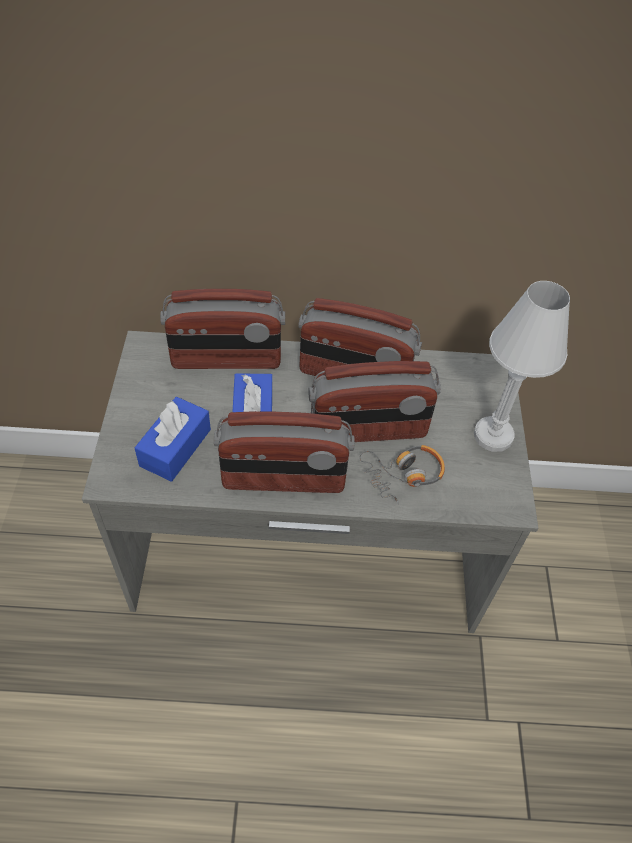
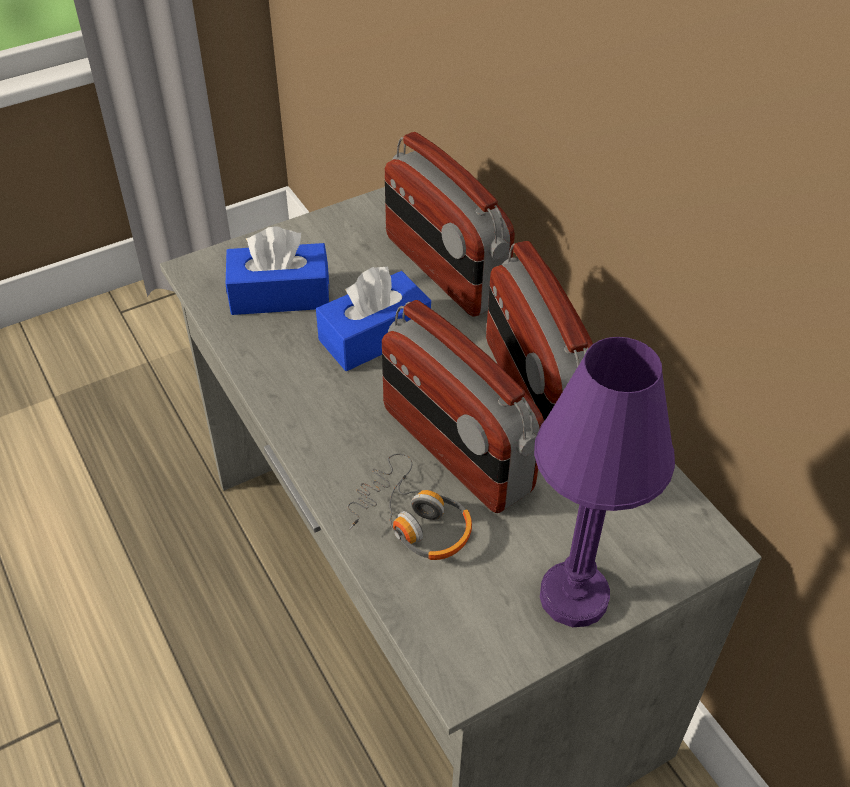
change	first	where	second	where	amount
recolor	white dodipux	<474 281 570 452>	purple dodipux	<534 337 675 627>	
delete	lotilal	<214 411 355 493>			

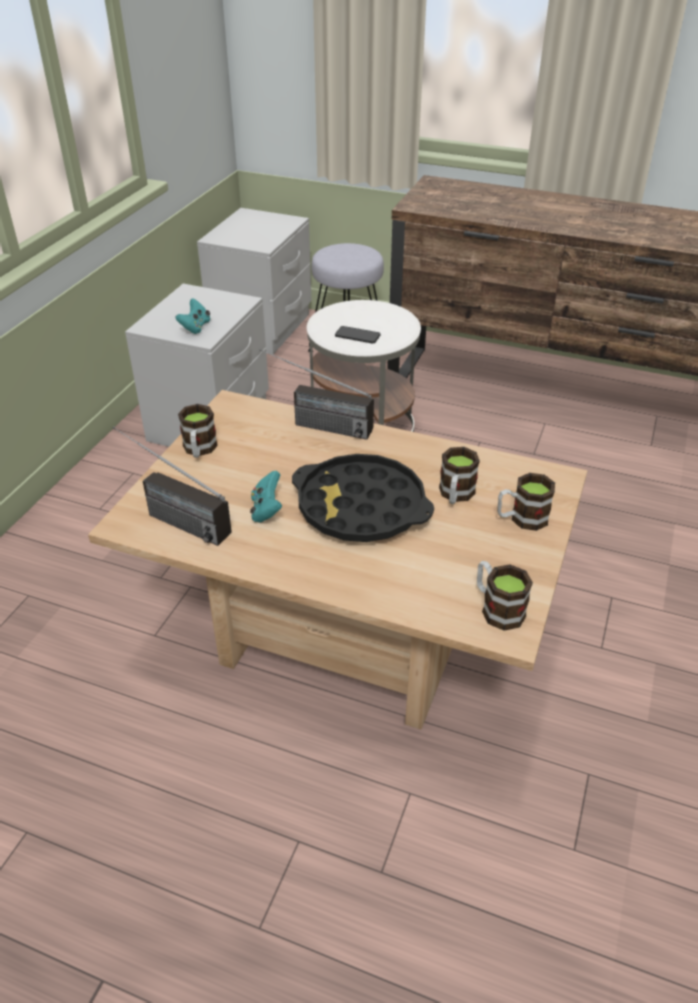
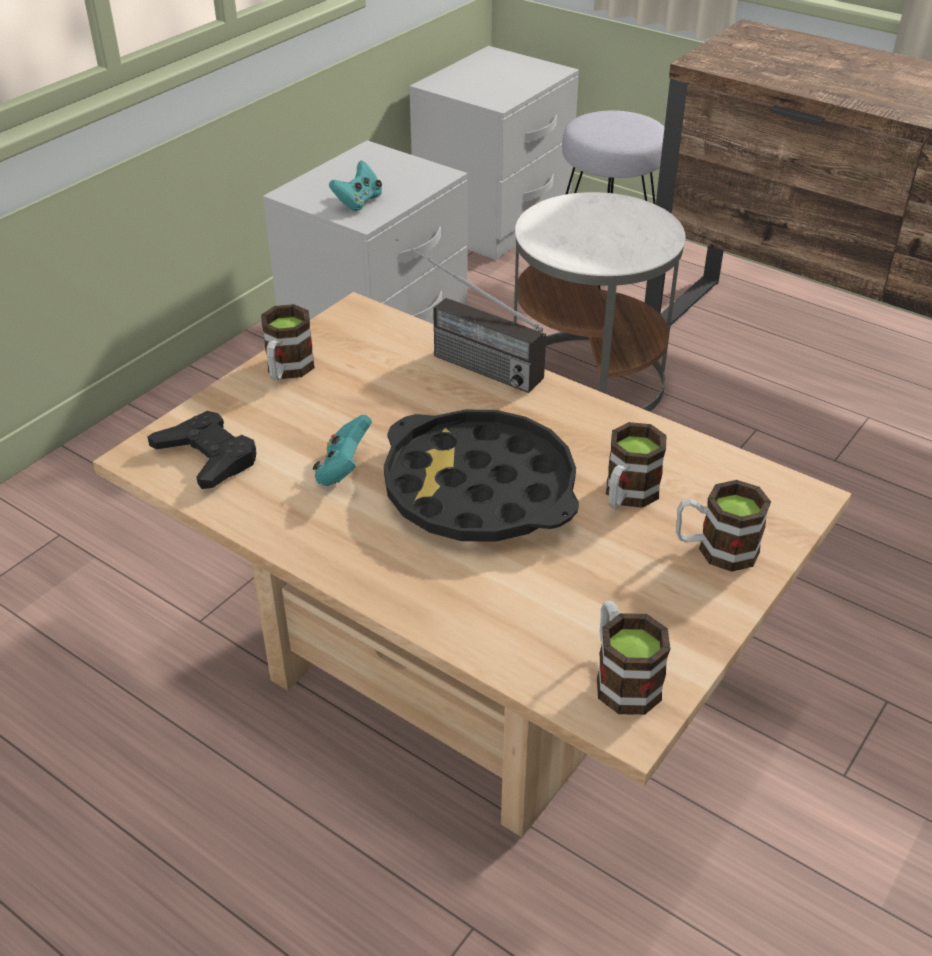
change	first	where	second	where	amount
delete	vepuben	<335 326 381 343>			
replace	lotilal	<113 427 232 546>	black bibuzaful	<147 411 256 489>	

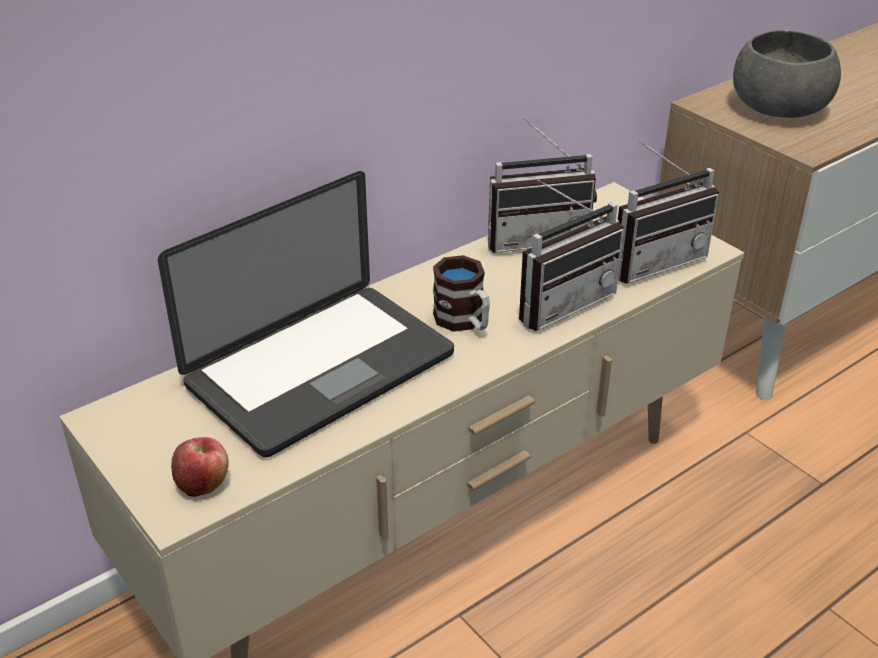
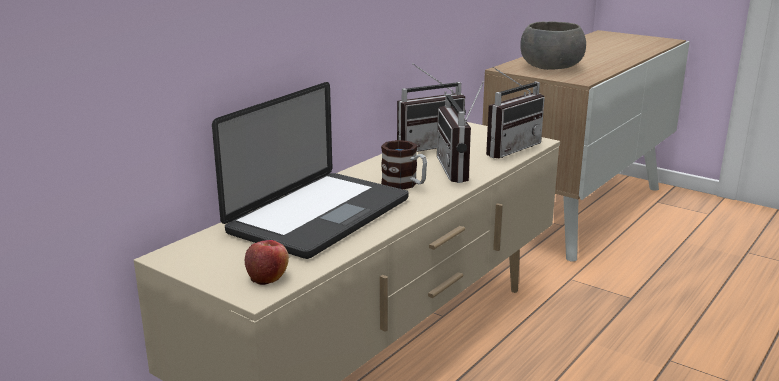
change	first	where	second	where	amount
rotate	lotilal	<519 180 624 331>		<437 81 484 183>	135 degrees clockwise

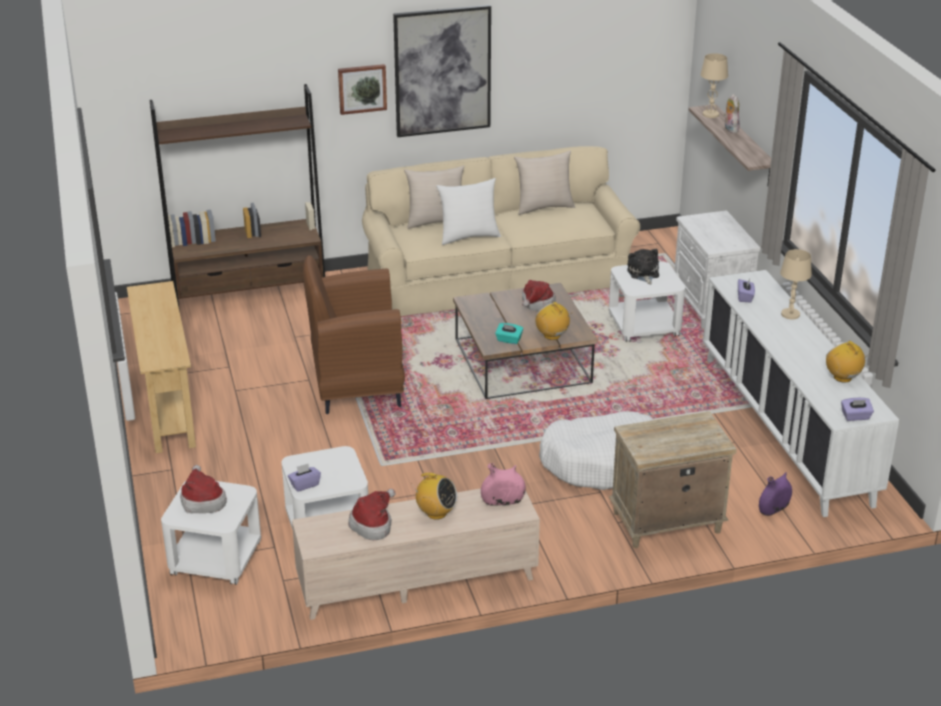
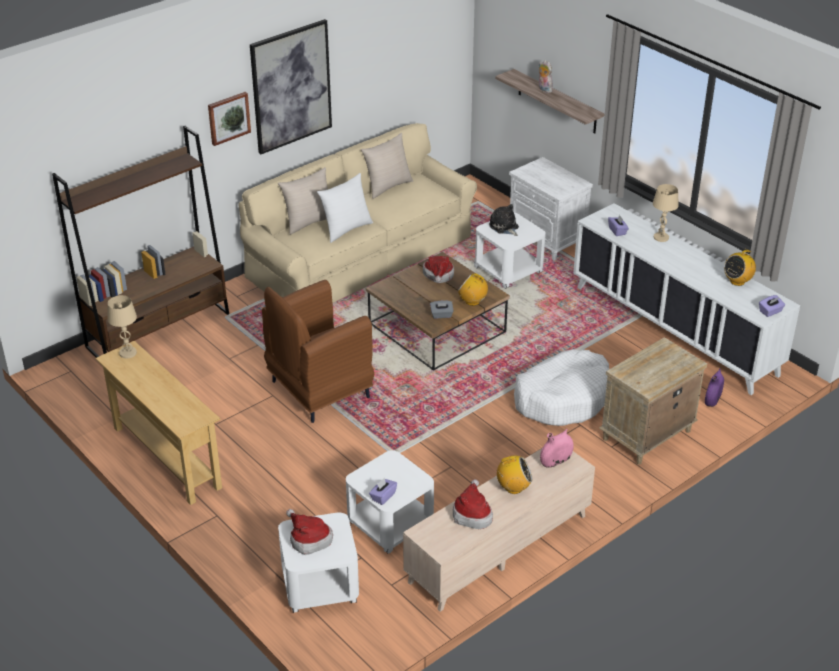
change	first	where	second	where	amount
move	beige dodipux	<700 53 728 118>		<107 295 137 358>	
recolor	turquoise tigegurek	<495 323 523 344>	grey tigegurek	<430 301 454 319>	
rotate	lotilal	<826 341 869 383>		<724 248 756 286>	75 degrees counterclockwise

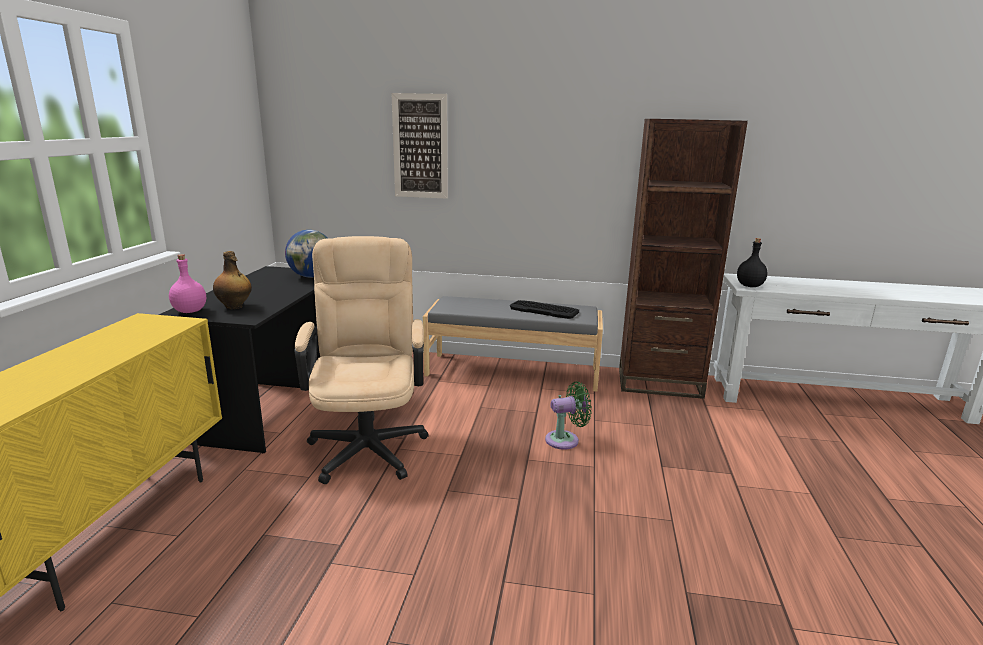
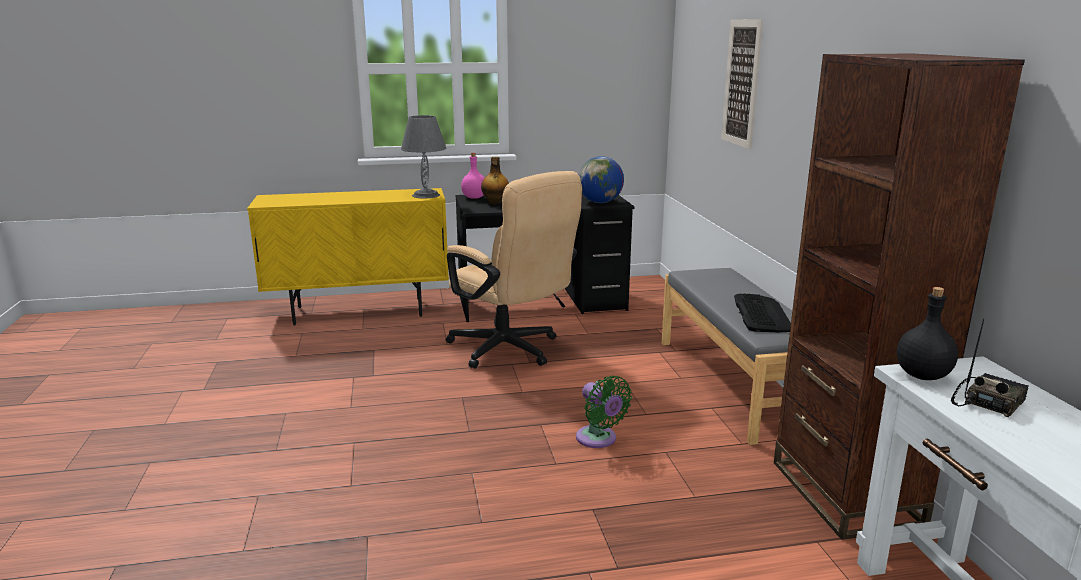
change	first	where	second	where	amount
rotate	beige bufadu	<295 236 429 484>		<446 171 582 369>	75 degrees clockwise
insert			grey dodipux	<401 115 446 198>	
insert			lotilal	<951 319 1029 417>	

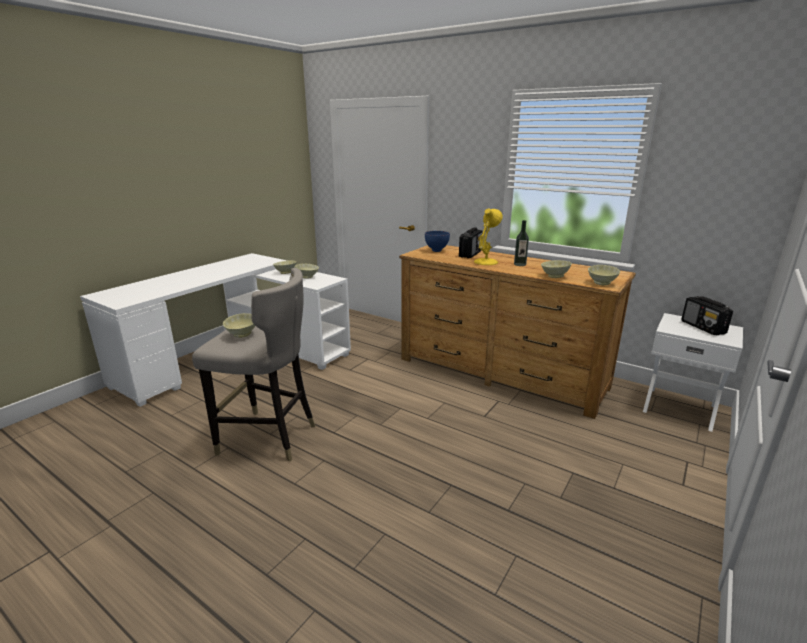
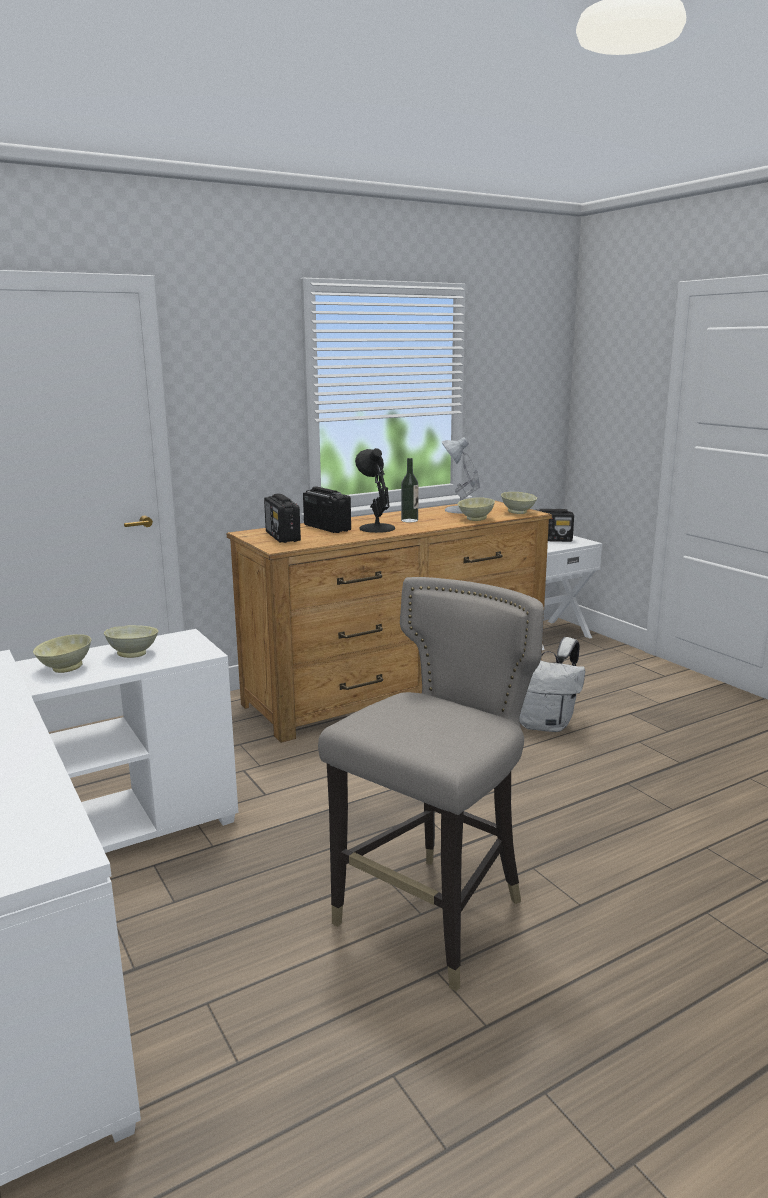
change	first	where	second	where	amount
recolor	yellow dodipux	<474 208 503 265>	black dodipux	<355 448 395 533>	
replace	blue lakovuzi	<425 231 450 252>	lotilal	<264 493 301 543>	
delete	beige lakovuzi	<223 313 255 338>			
insert			white dodipux	<442 437 480 514>	
insert			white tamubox	<519 637 585 732>	

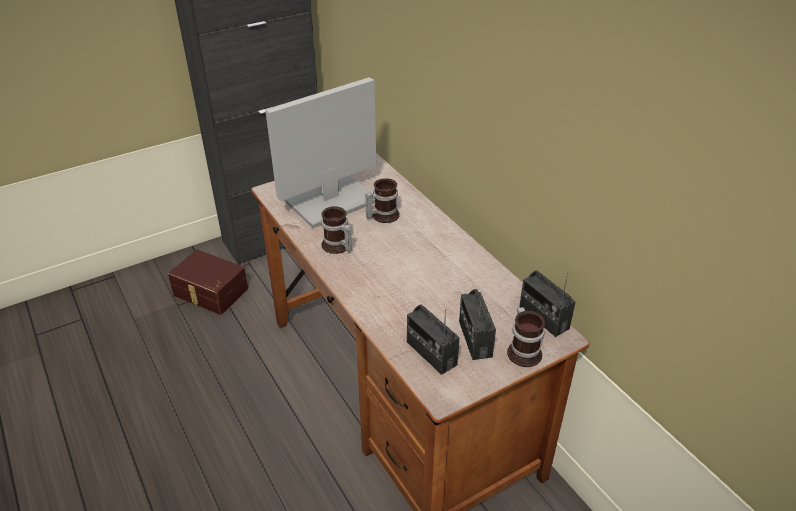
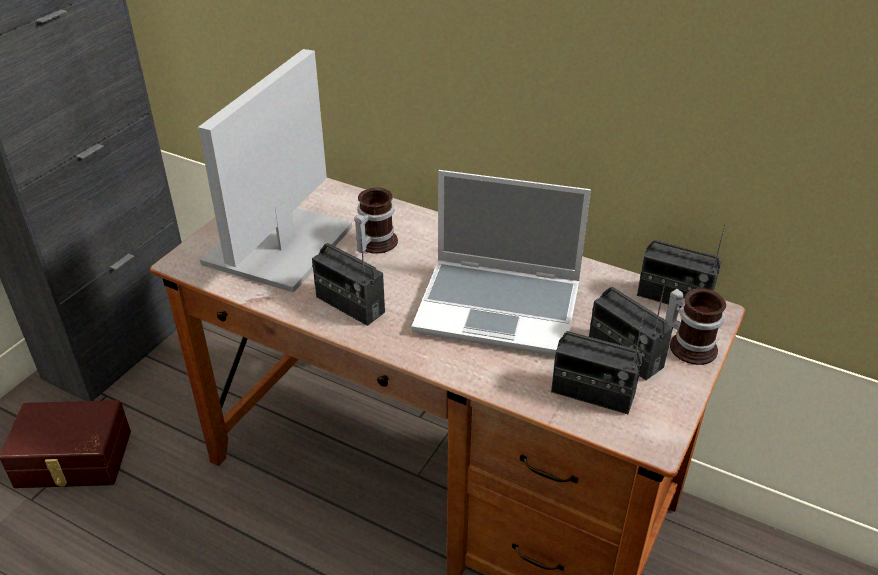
change	first	where	second	where	amount
replace	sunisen	<321 206 352 254>	lotilal	<312 234 385 326>	
insert			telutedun	<411 170 591 356>	

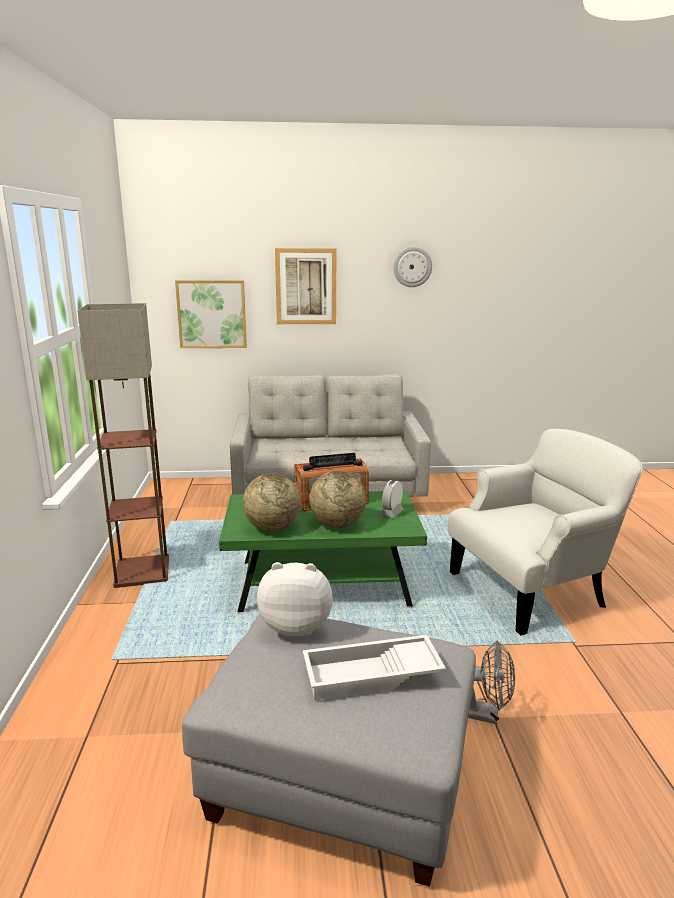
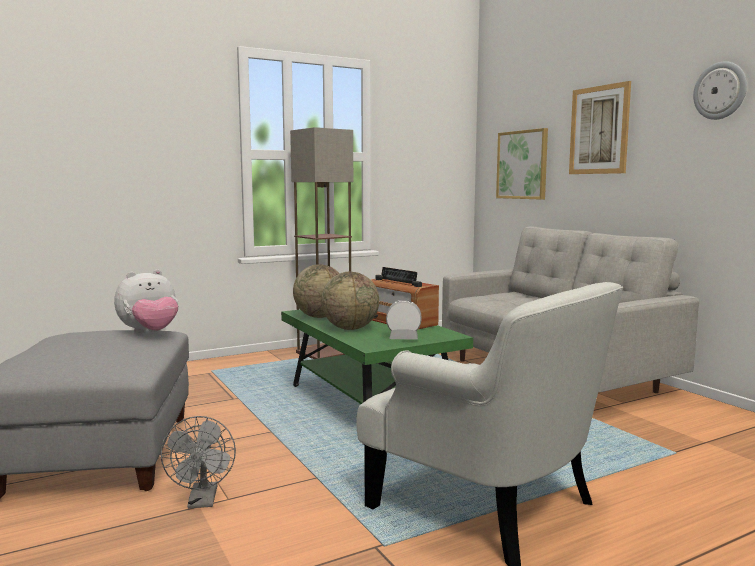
change	first	where	second	where	amount
rotate	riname	<257 562 333 637>		<114 269 178 334>	75 degrees clockwise
delete	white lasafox	<303 635 446 700>			

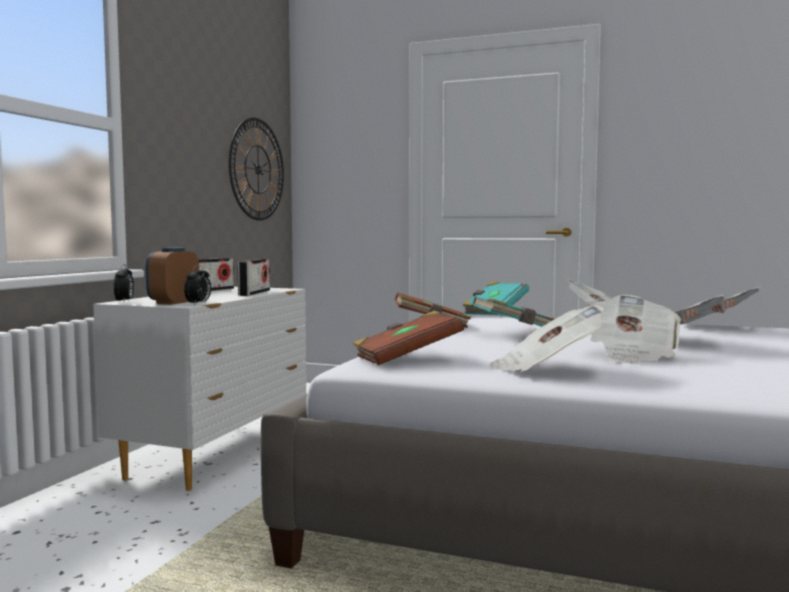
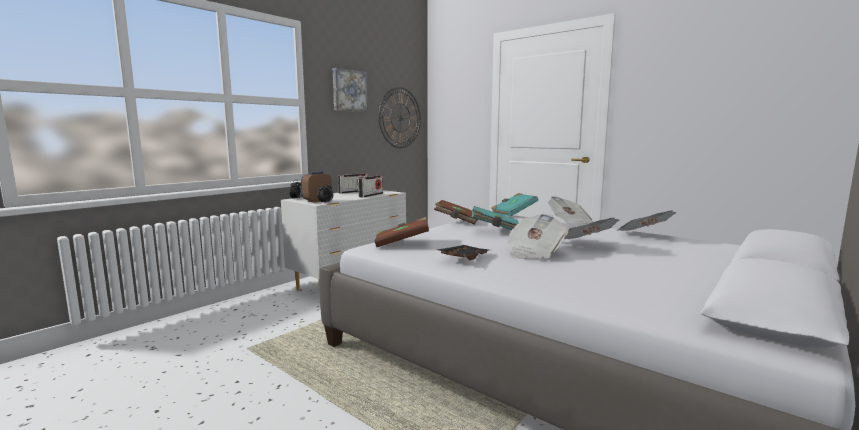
change	first	where	second	where	amount
replace	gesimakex	<490 306 605 371>	black lasafox	<436 245 490 260>	
insert			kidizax	<333 68 368 112>	

